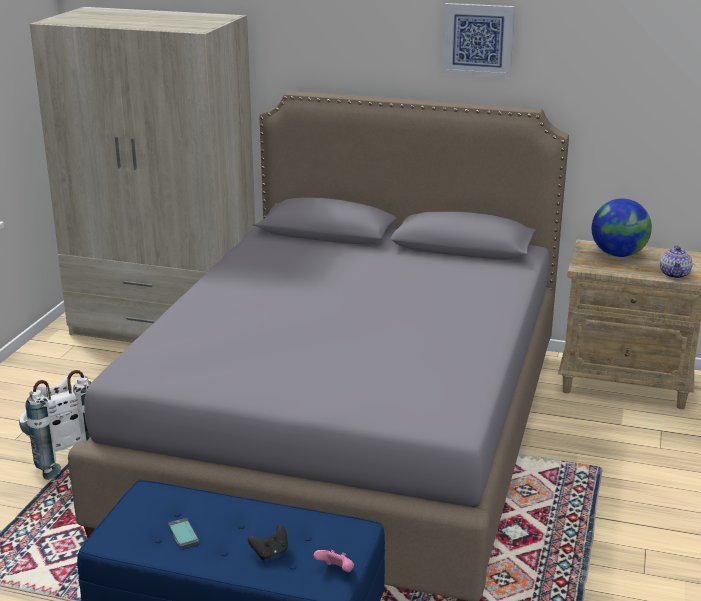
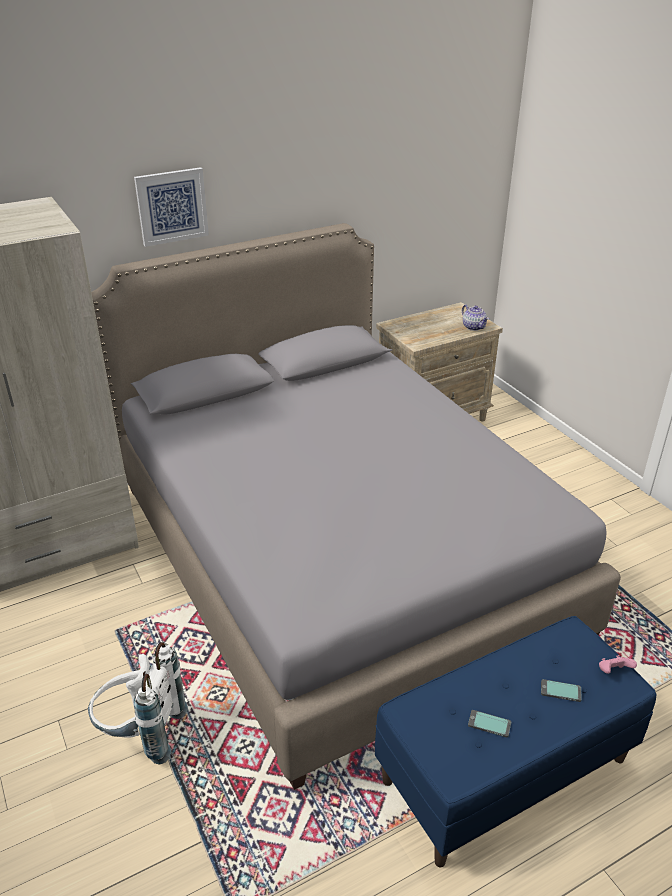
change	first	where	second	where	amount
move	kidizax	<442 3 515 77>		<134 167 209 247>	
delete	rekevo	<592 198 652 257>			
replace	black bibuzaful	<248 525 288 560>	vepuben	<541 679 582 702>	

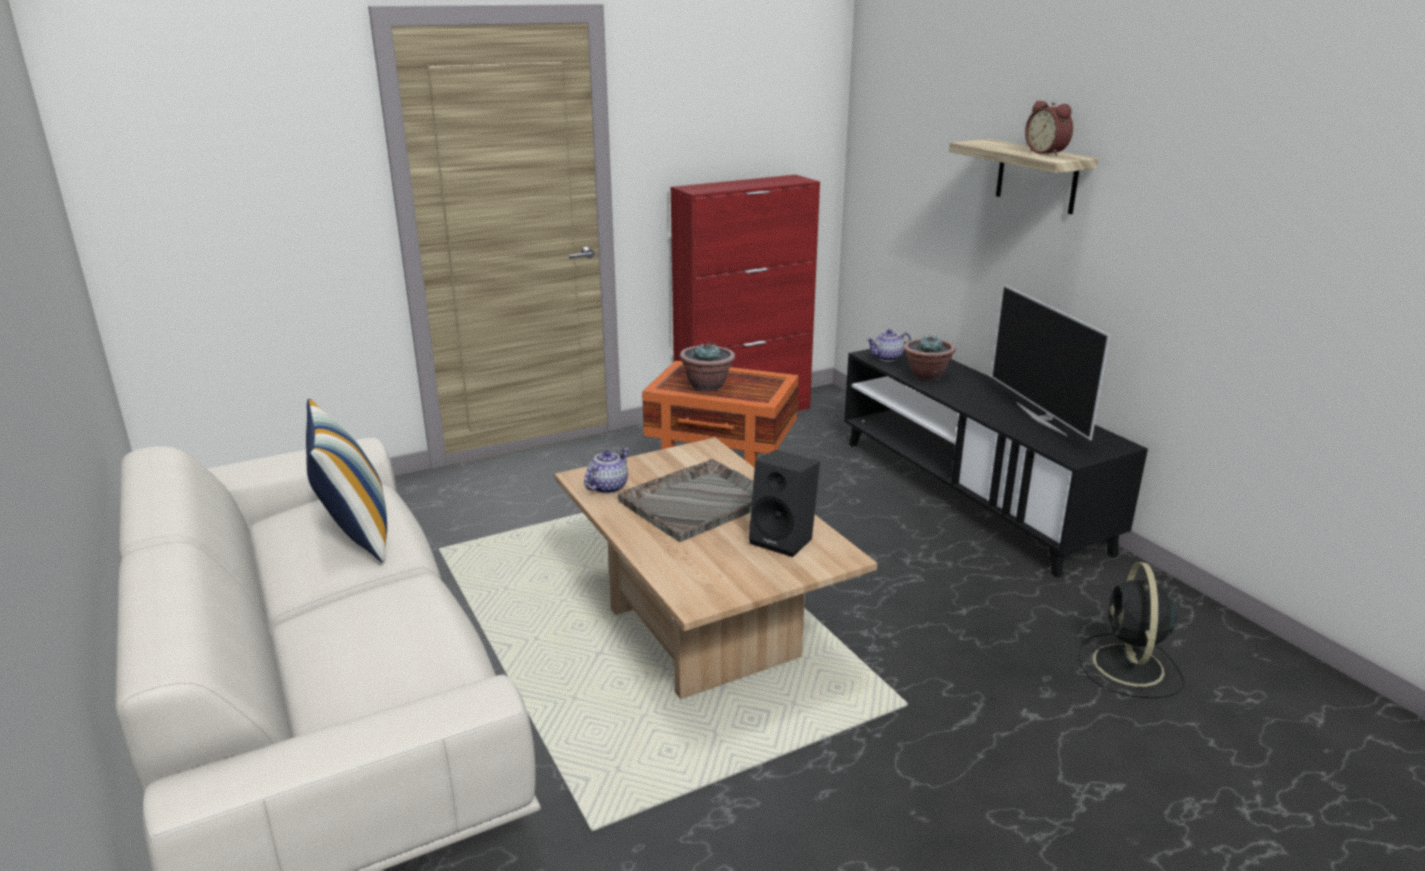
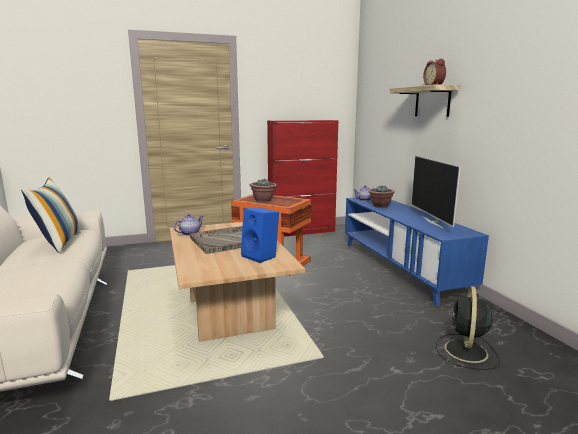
change	first	where	second	where	amount
recolor	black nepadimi	<844 341 1148 578>	blue nepadimi	<345 197 489 306>	
recolor	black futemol	<749 450 820 557>	blue futemol	<241 207 279 263>	

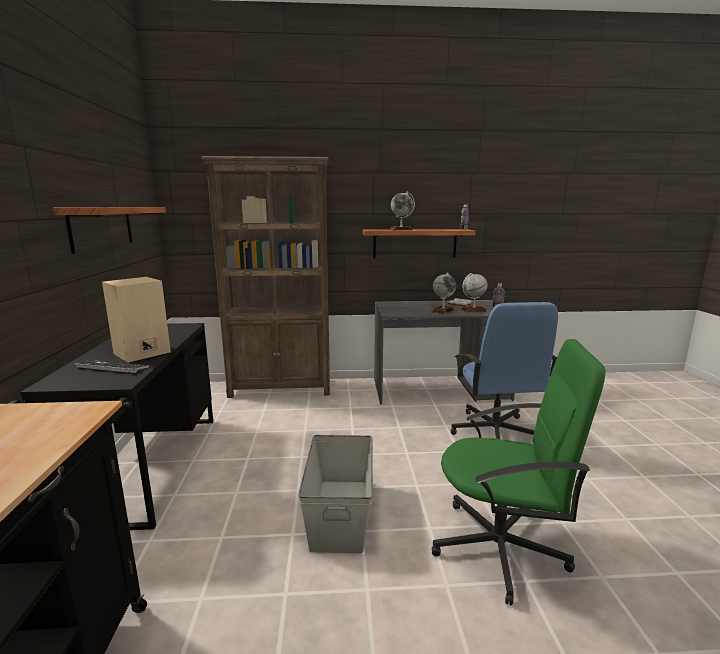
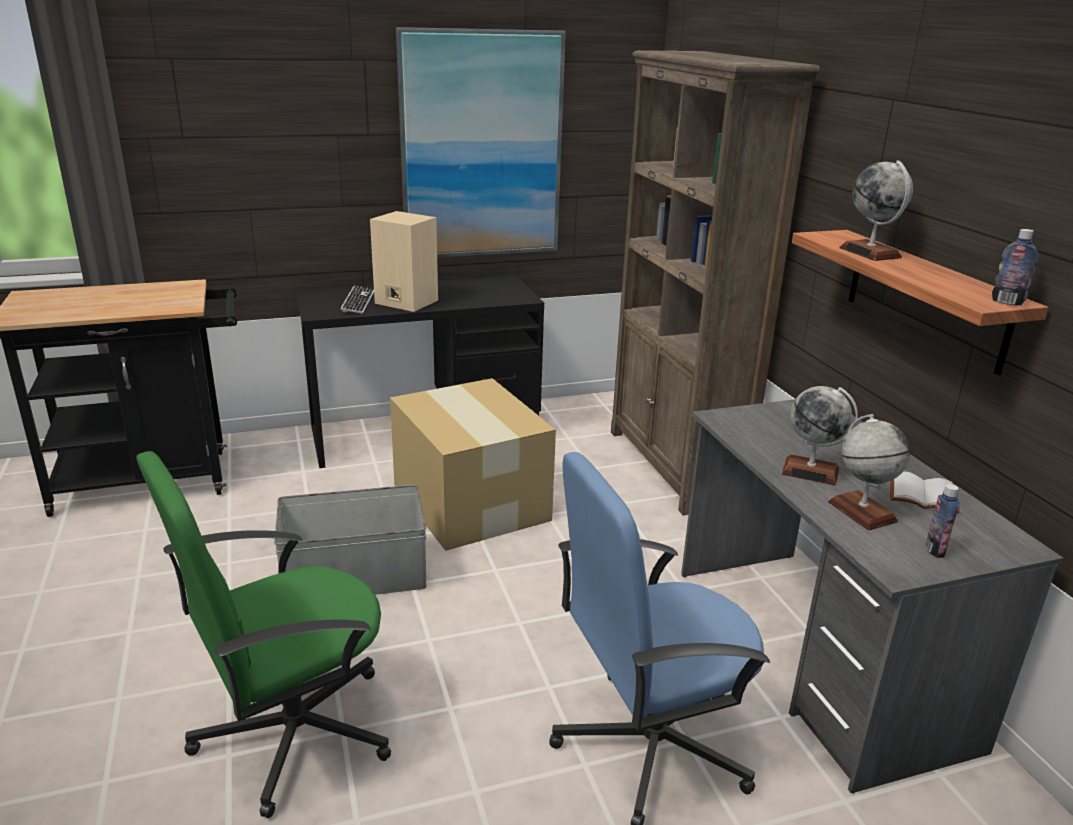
change	first	where	second	where	amount
replace	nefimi	<53 207 166 254>	kidizax	<396 27 566 258>	
rotate	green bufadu	<432 339 606 606>		<136 451 391 818>	60 degrees clockwise
insert			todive	<390 378 556 551>	

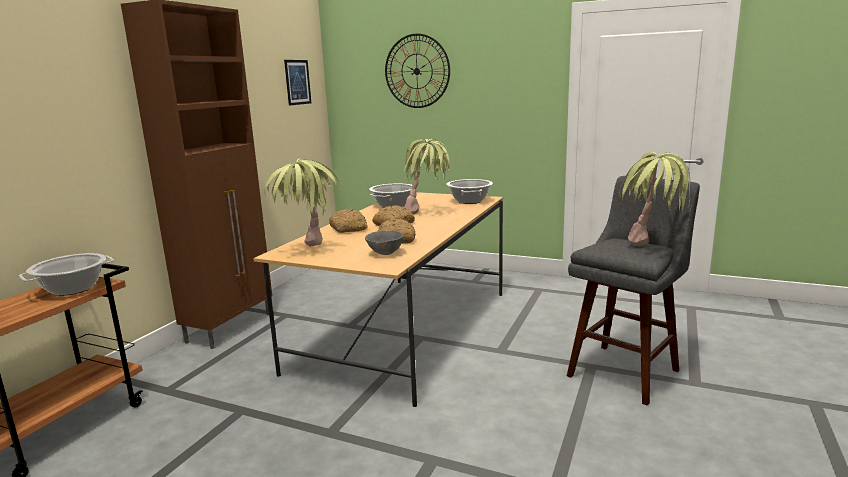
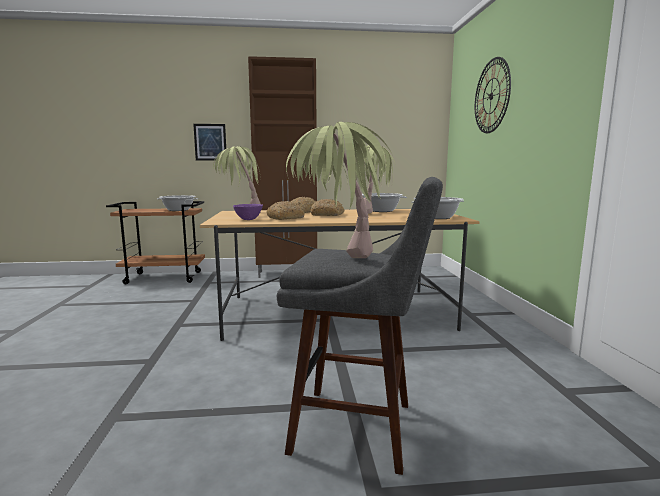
change	first	where	second	where	amount
move	kidizax	<284 60 311 106>		<193 124 226 161>	
recolor	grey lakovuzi	<365 231 404 255>	purple lakovuzi	<233 204 263 220>	

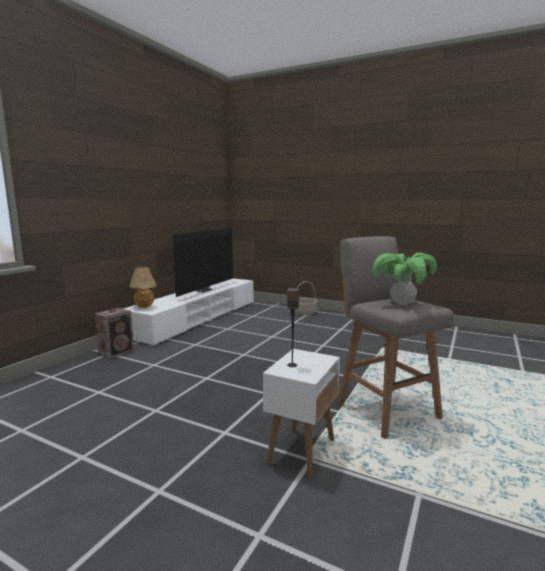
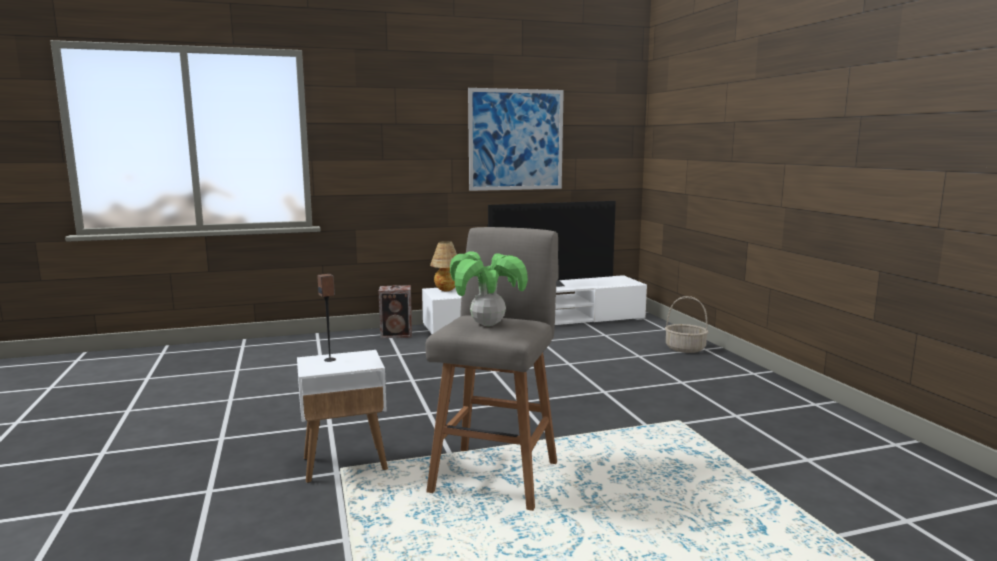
change	first	where	second	where	amount
insert			kidizax	<468 88 564 191>	

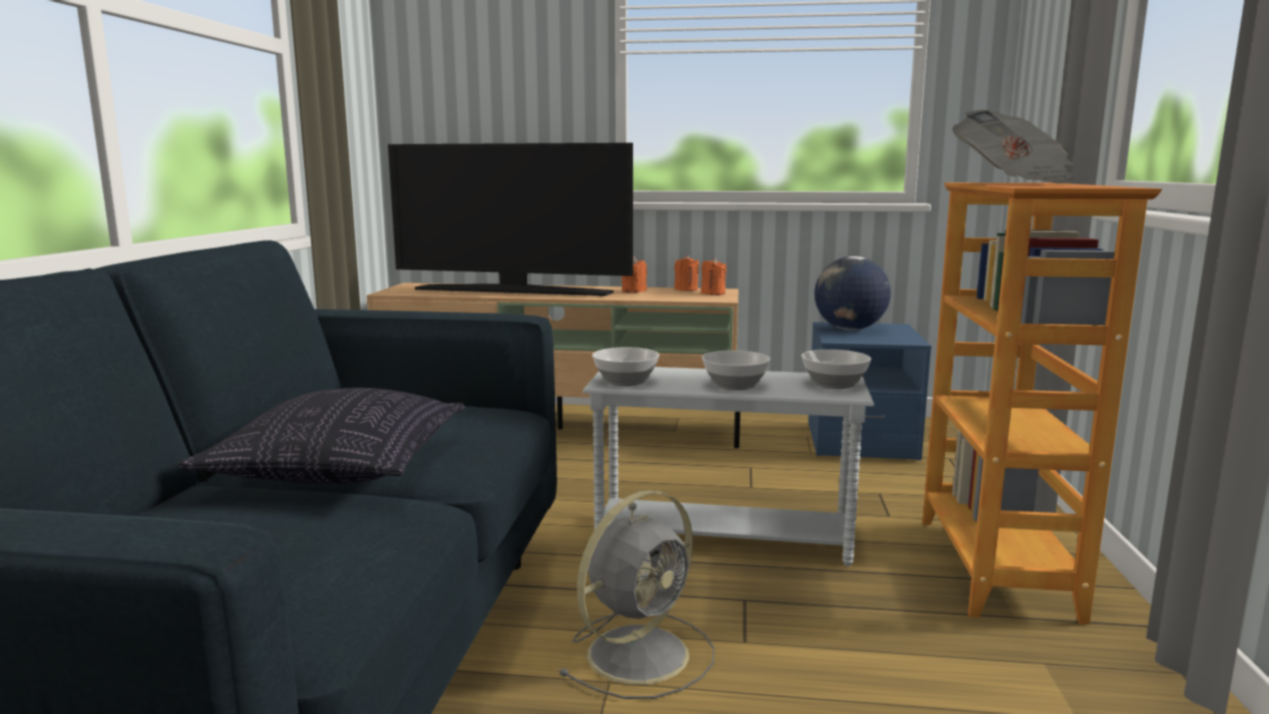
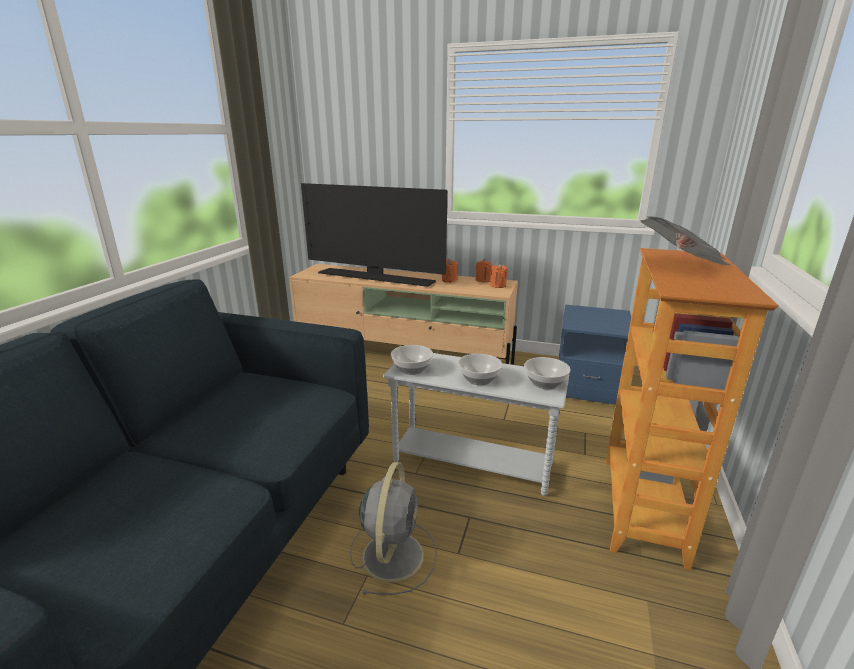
change	first	where	second	where	amount
delete	rekevo	<814 256 891 330>			
delete	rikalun	<178 388 464 484>			
rotate	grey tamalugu	<558 490 715 699>		<350 462 437 595>	45 degrees counterclockwise

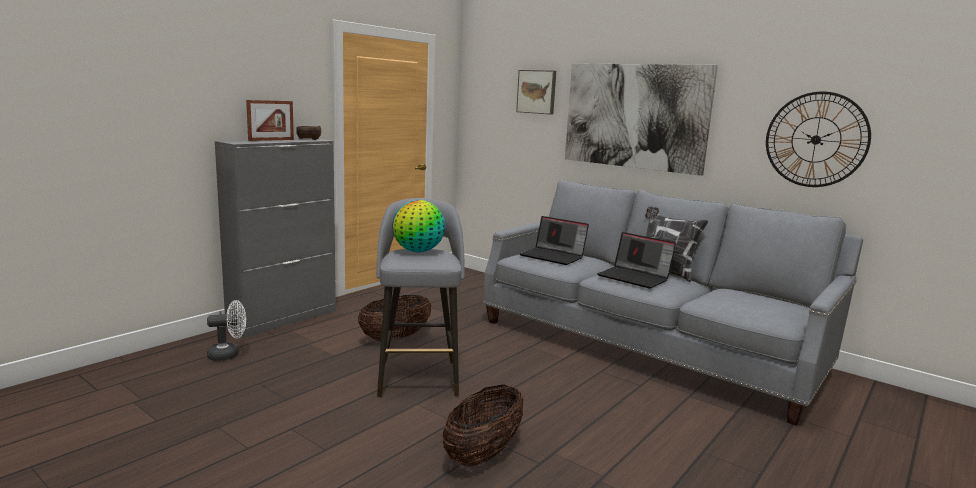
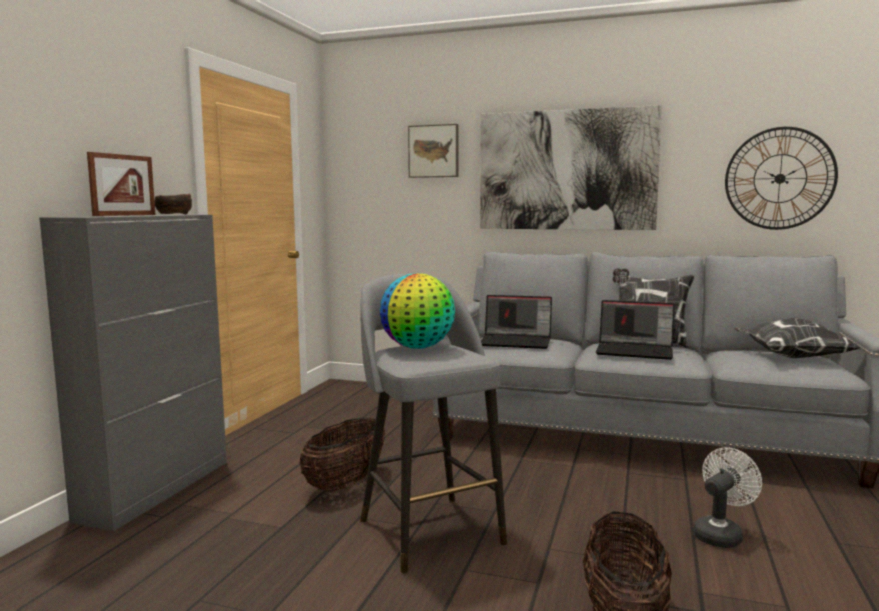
change	first	where	second	where	amount
move	white tamalugu	<207 300 246 361>		<693 448 762 548>	
insert			rikalun	<733 317 862 358>	

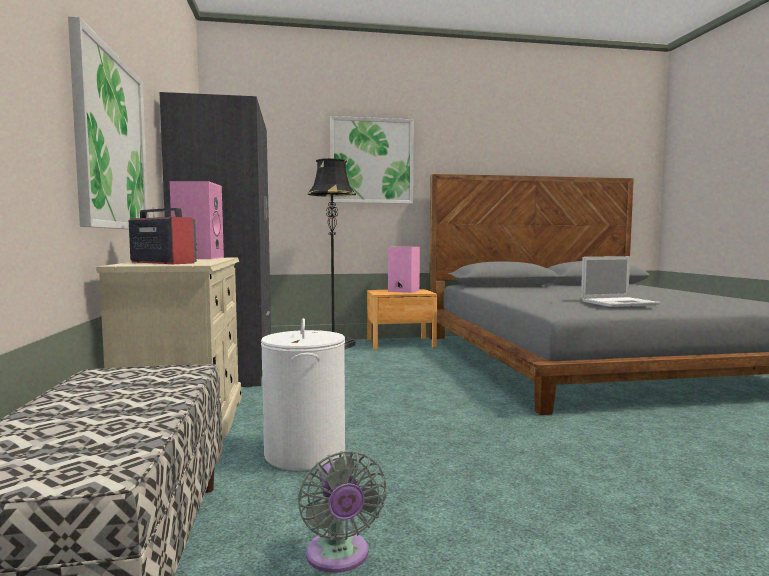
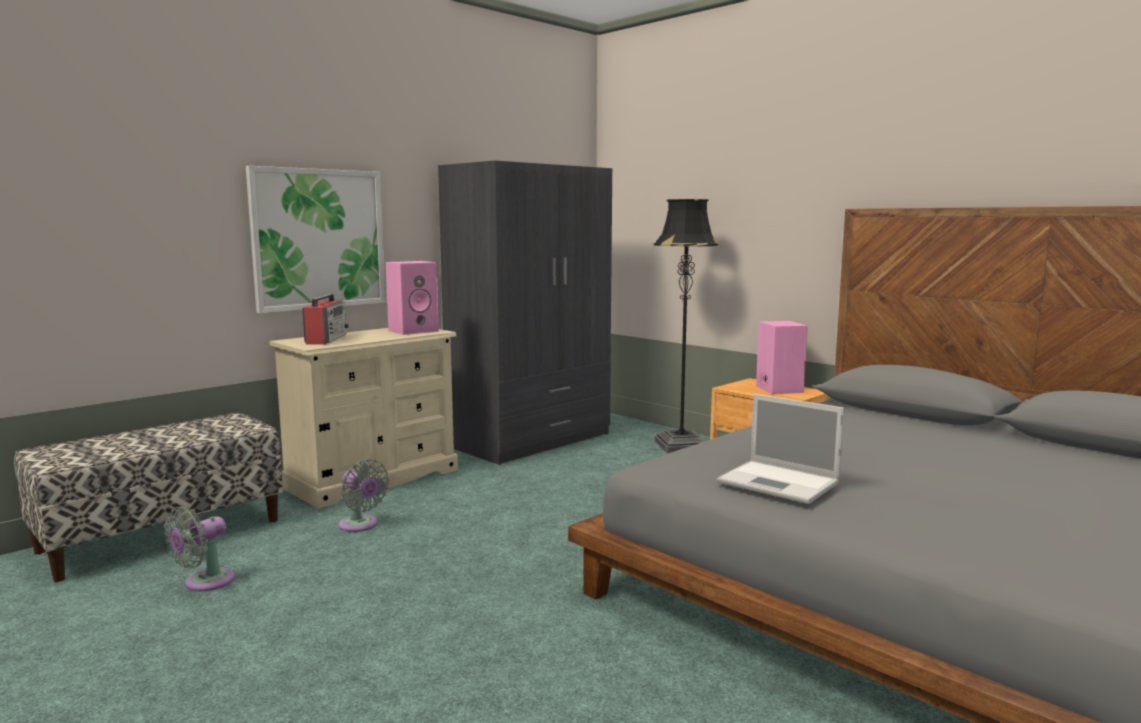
change	first	where	second	where	amount
delete	kidizax	<330 116 414 204>			
replace	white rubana	<261 318 345 471>	grey tamalugu	<338 459 389 532>	

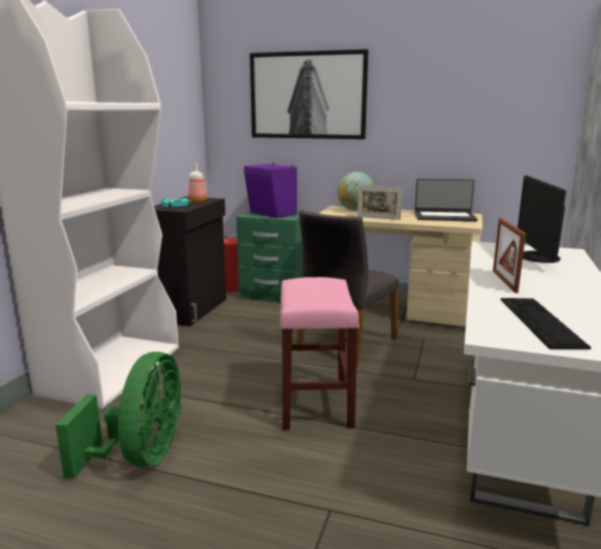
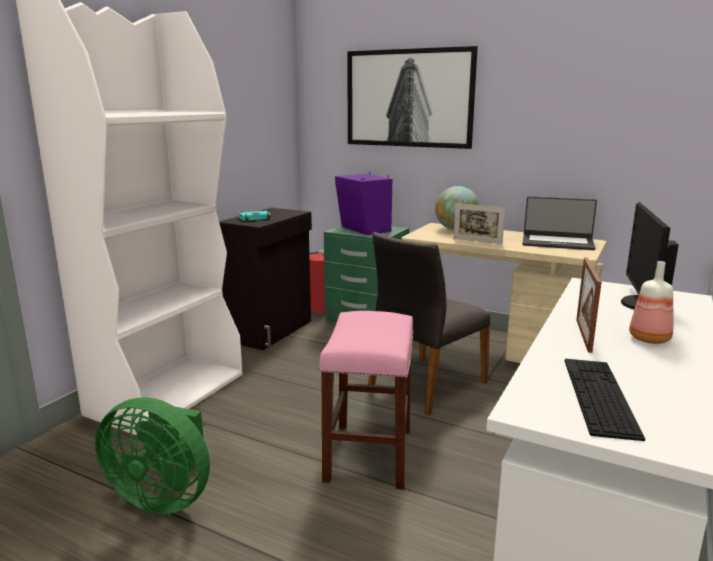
change	first	where	second	where	amount
move	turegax	<188 162 207 202>		<629 261 673 344>	
rotate	green tamalugu	<56 352 182 478>		<95 397 210 514>	90 degrees clockwise

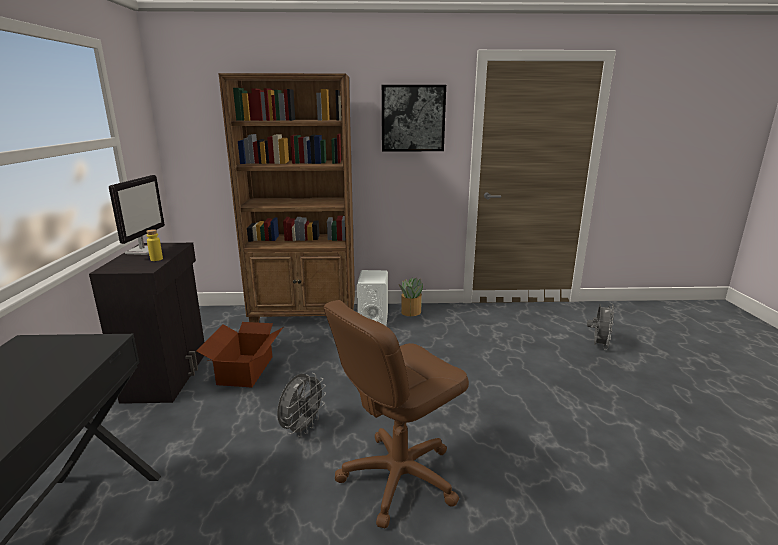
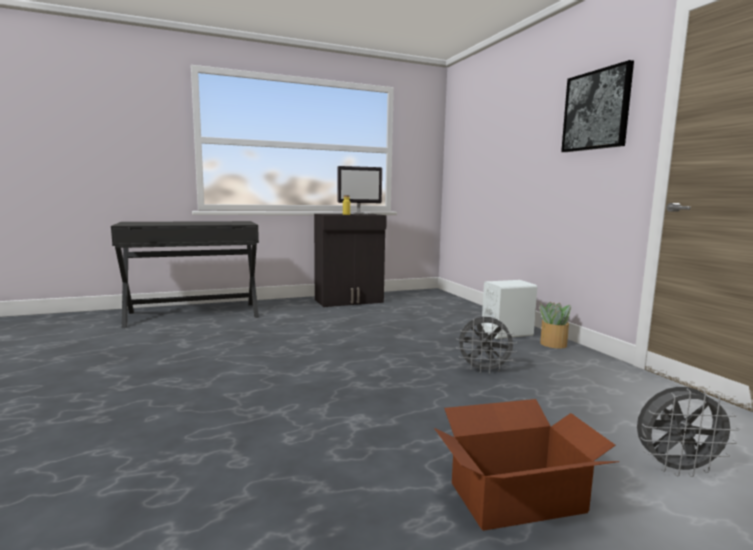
change	first	where	second	where	amount
delete	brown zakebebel	<218 73 355 323>			
delete	brown bufadu	<324 300 469 529>			
move	todive	<197 322 283 387>		<434 399 619 531>	
move	grey tamalugu	<277 373 326 437>		<456 316 517 374>	

